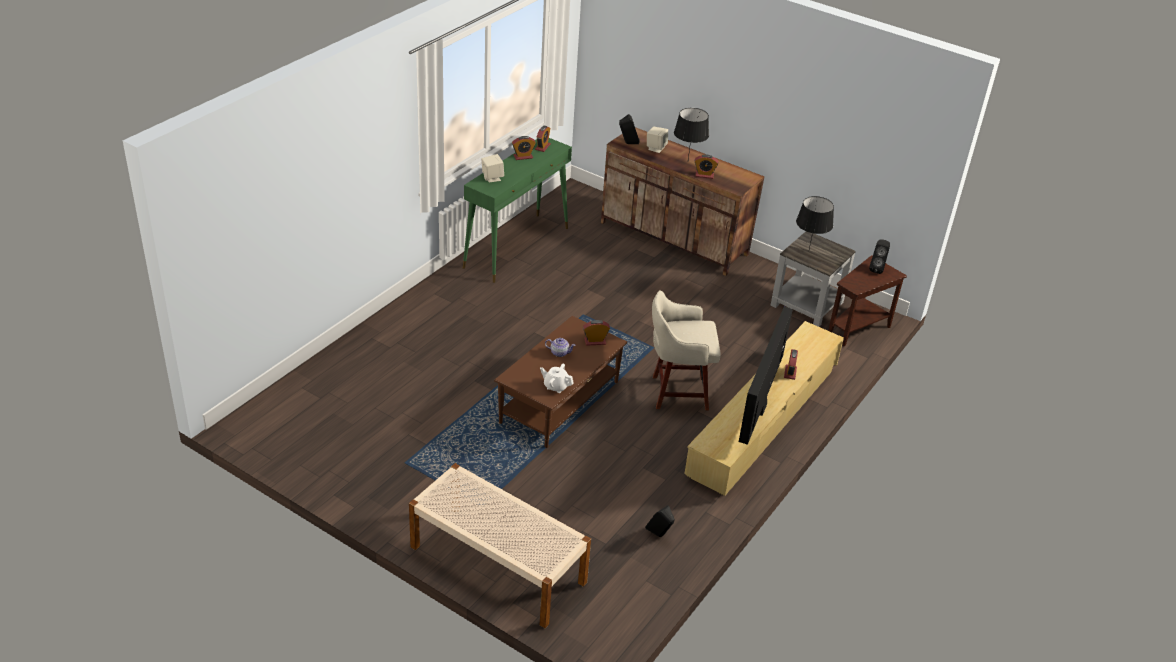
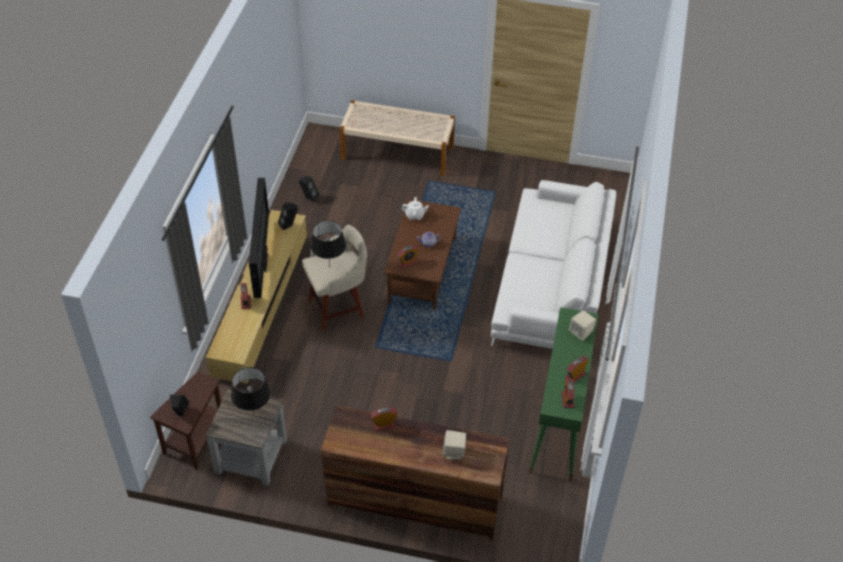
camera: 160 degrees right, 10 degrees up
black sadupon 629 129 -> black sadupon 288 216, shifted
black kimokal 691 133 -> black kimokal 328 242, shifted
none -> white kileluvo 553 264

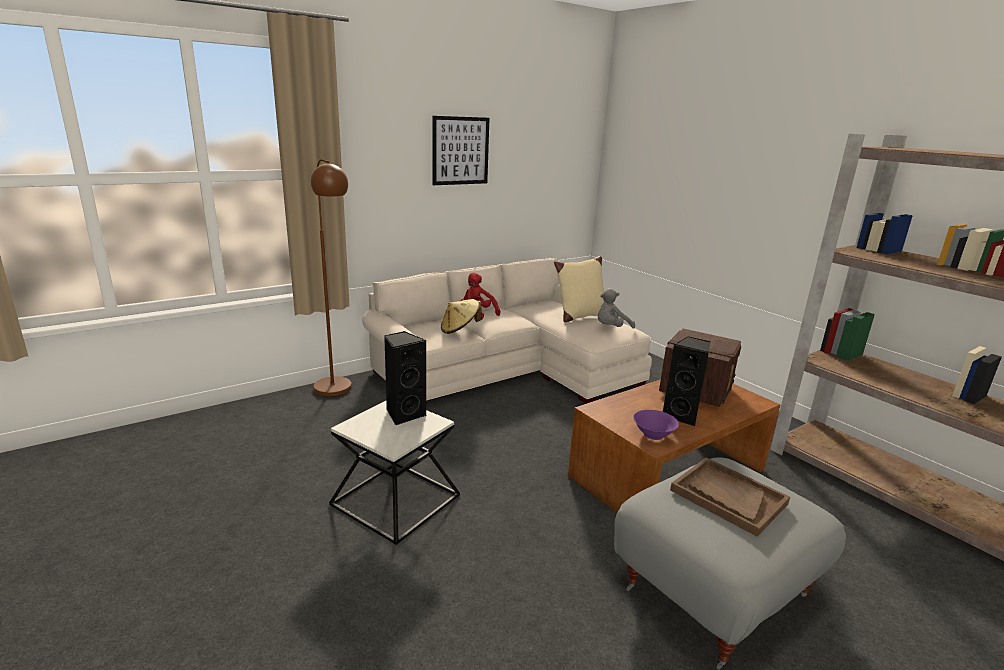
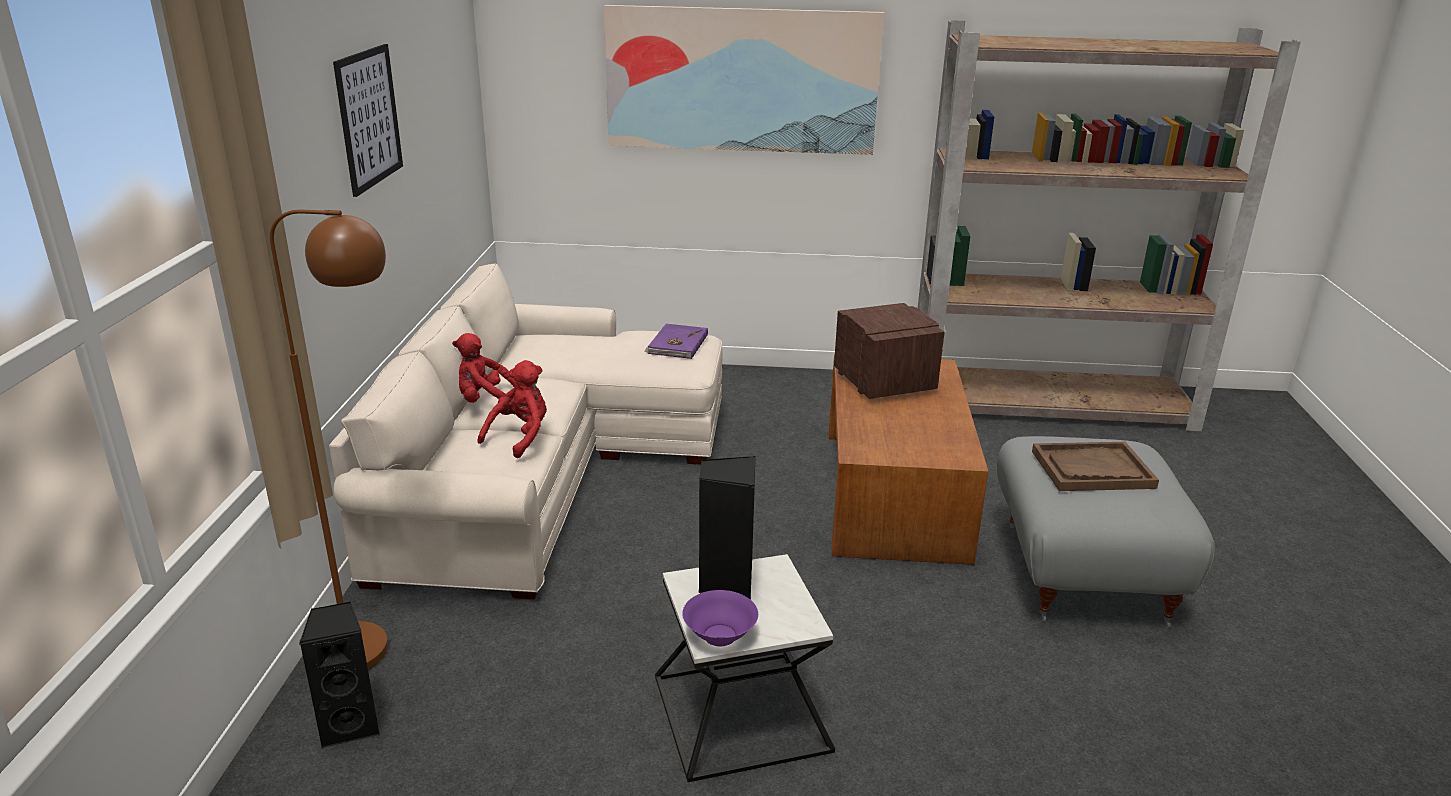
camera: 50 degrees left, 5 degrees up
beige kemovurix 461 316 -> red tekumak 512 409
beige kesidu 579 289 -> none
grey tekumak 616 308 -> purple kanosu 676 341
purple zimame 656 425 -> purple zimame 720 618, shifted
black sadupon 686 381 -> black sadupon 339 675, shifted
none -> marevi 744 80

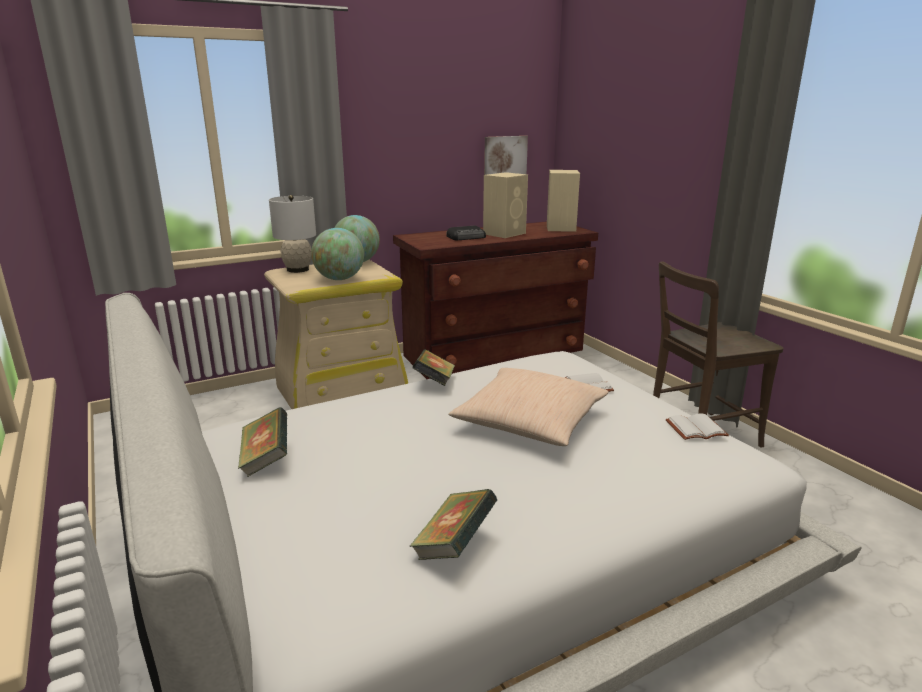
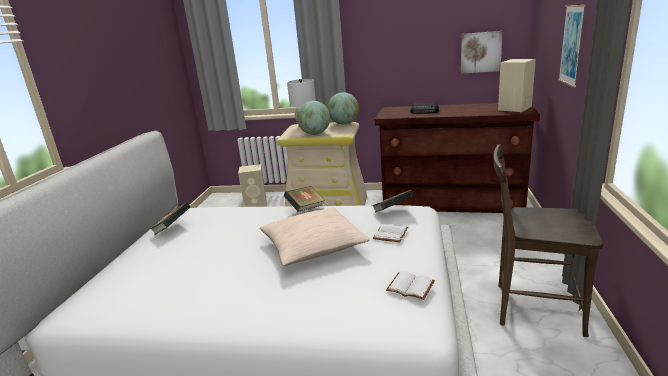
camera: 40 degrees right, 0 degrees up
kanosu 453 524 -> kanosu 393 201, shifted
beige sadupon 505 205 -> beige sadupon 252 185, shifted
none -> marevi 572 46

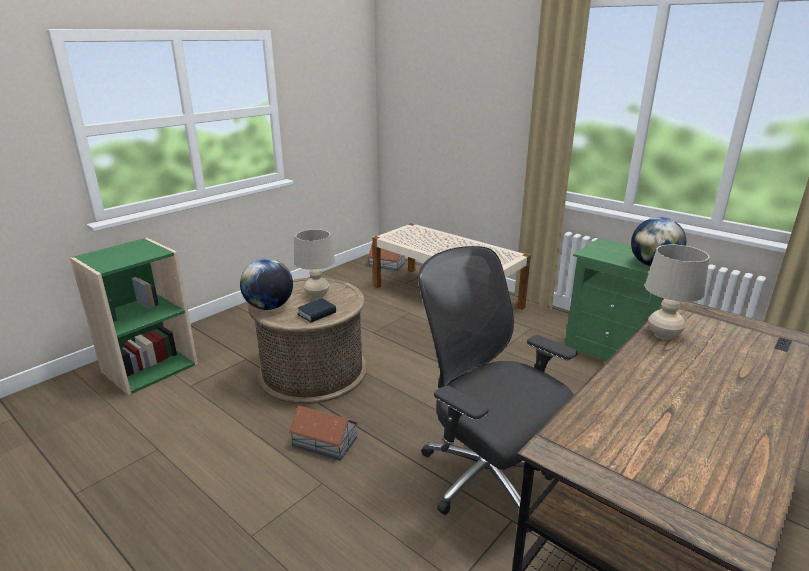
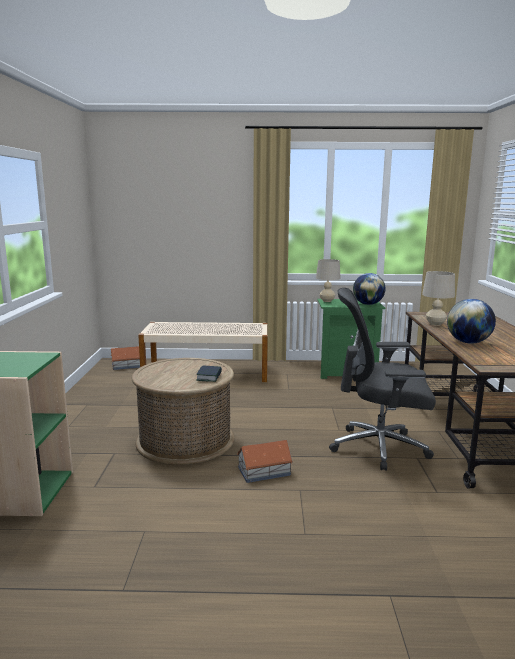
camera: 40 degrees left, 10 degrees down
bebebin 266 284 -> bebebin 471 321, shifted
beige kimokal 315 264 -> beige kimokal 328 280, shifted

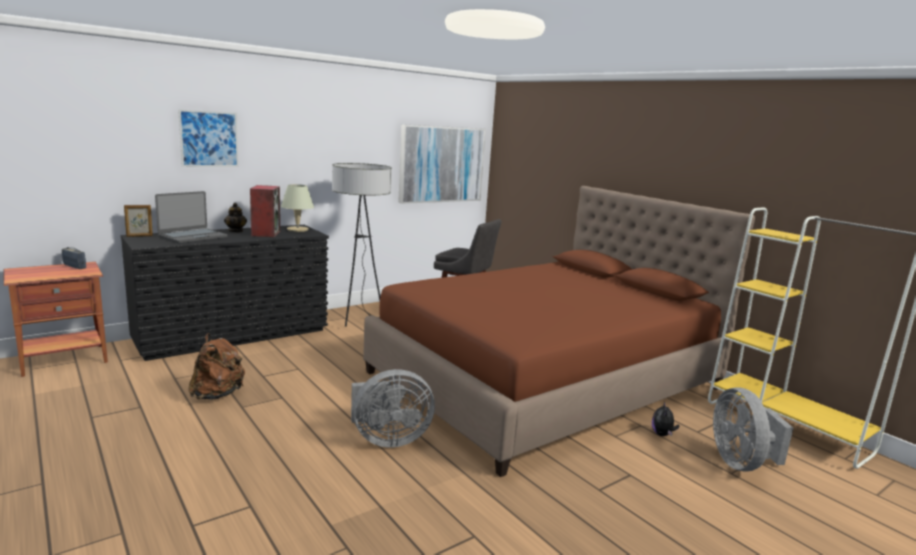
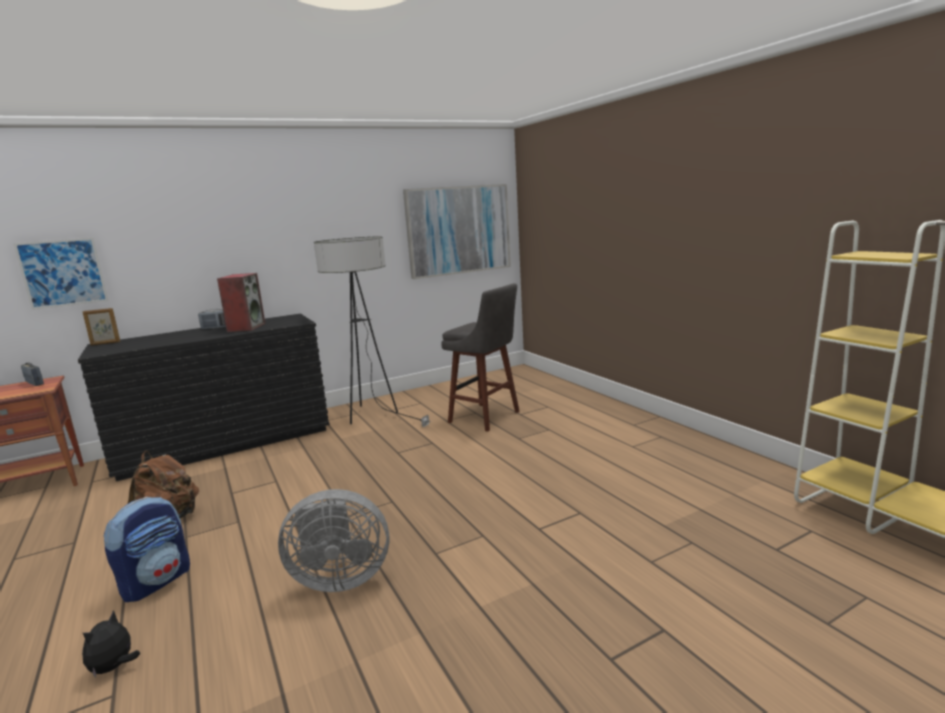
camera: 10 degrees right, 0 degrees up
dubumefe 191 217 -> none
marevi 208 138 -> marevi 61 274, shifted
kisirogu 235 217 -> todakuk 212 319
beige kimokal 297 208 -> none
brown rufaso 559 331 -> none
tekumak 666 419 -> tekumak 111 644, shifted
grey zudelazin 753 429 -> none
none -> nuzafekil 147 549

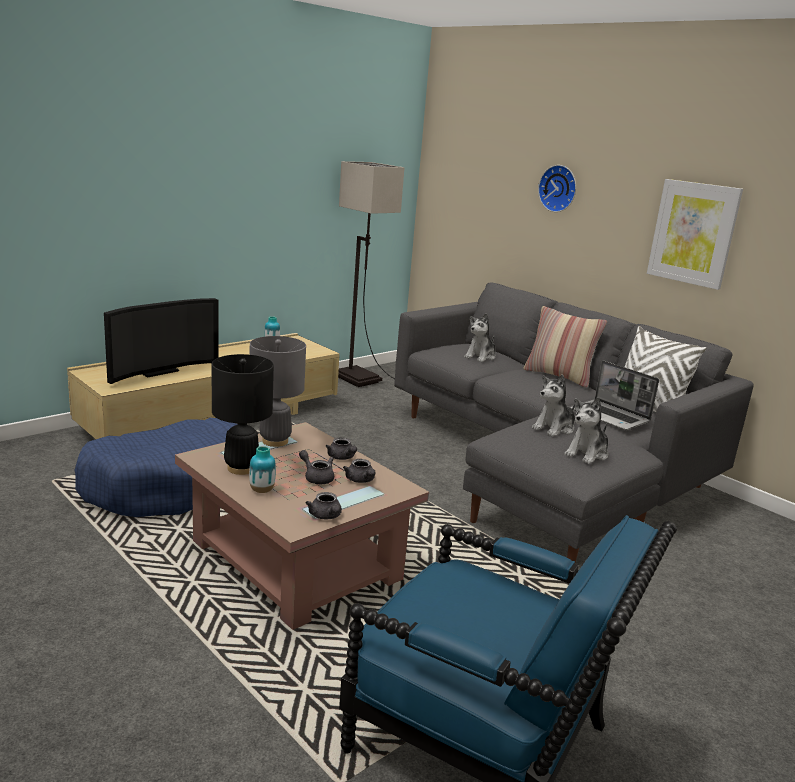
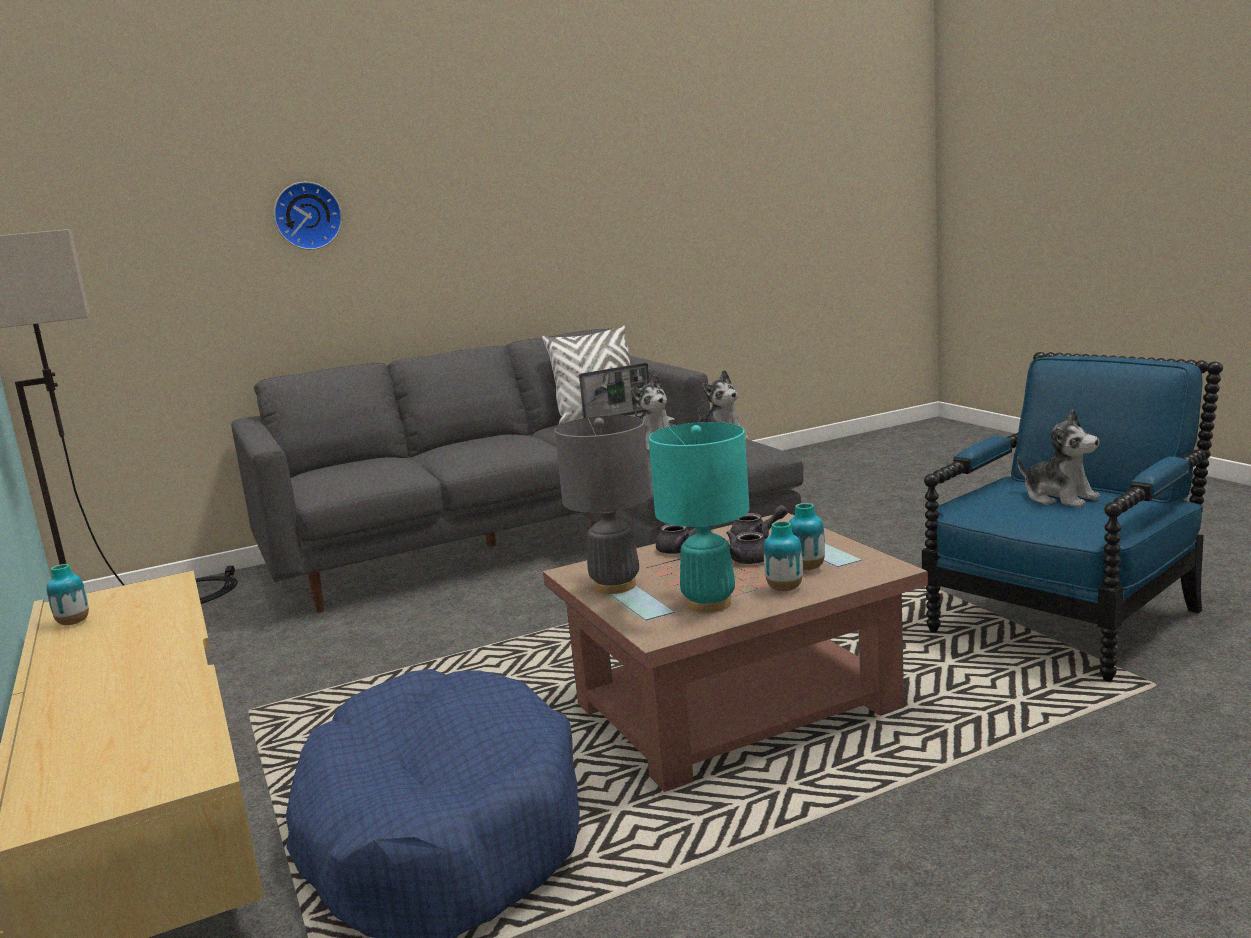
camera: 70 degrees left, 5 degrees down
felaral 161 341 -> none
black kimokal 243 414 -> turquoise kimokal 698 517
grey kisirogu 324 505 -> none
tekumak 480 337 -> tekumak 1058 459, shifted
kesidu 565 347 -> none
marevi 695 234 -> none
none -> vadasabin 807 536

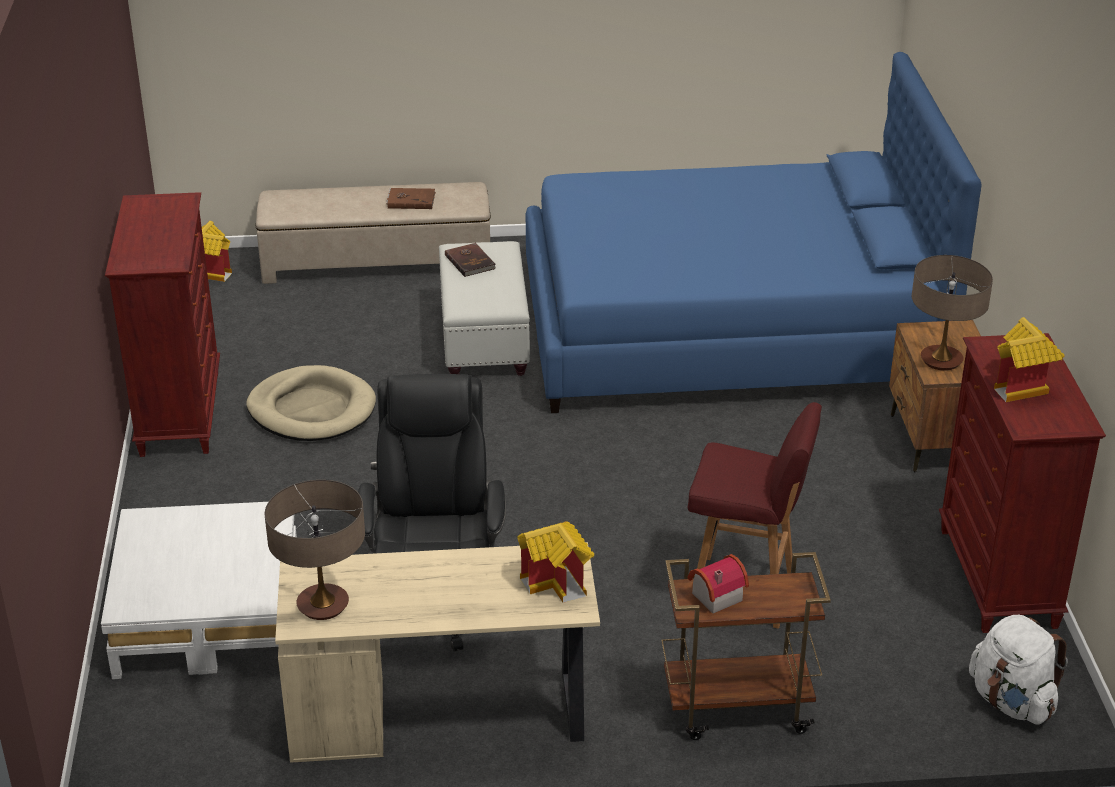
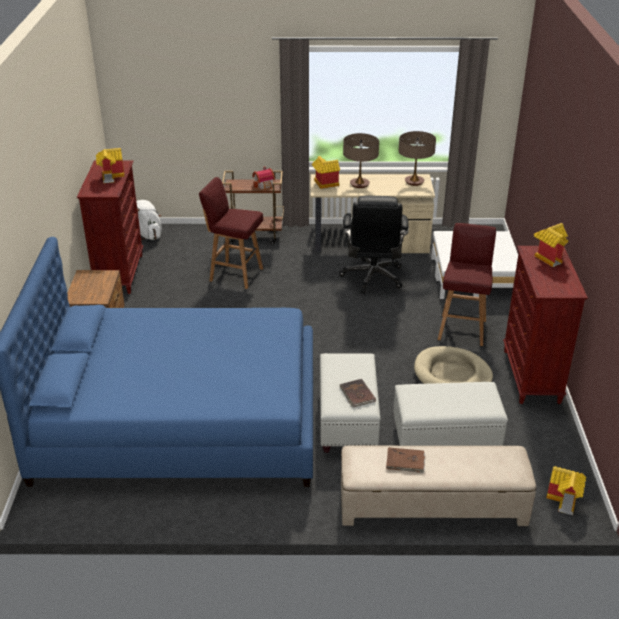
camera: 175 degrees left, 0 degrees up
kimokal 952 313 -> kimokal 361 160, shifted
none -> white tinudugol 450 414
none -> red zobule 467 284
none -> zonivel 551 245

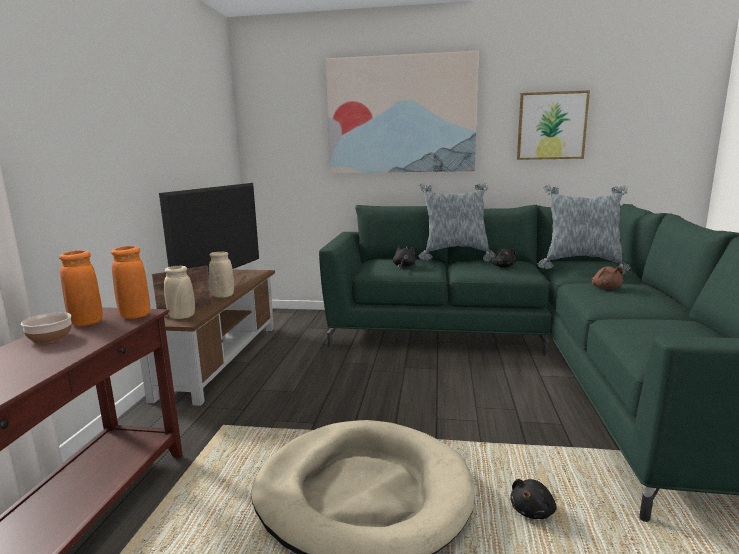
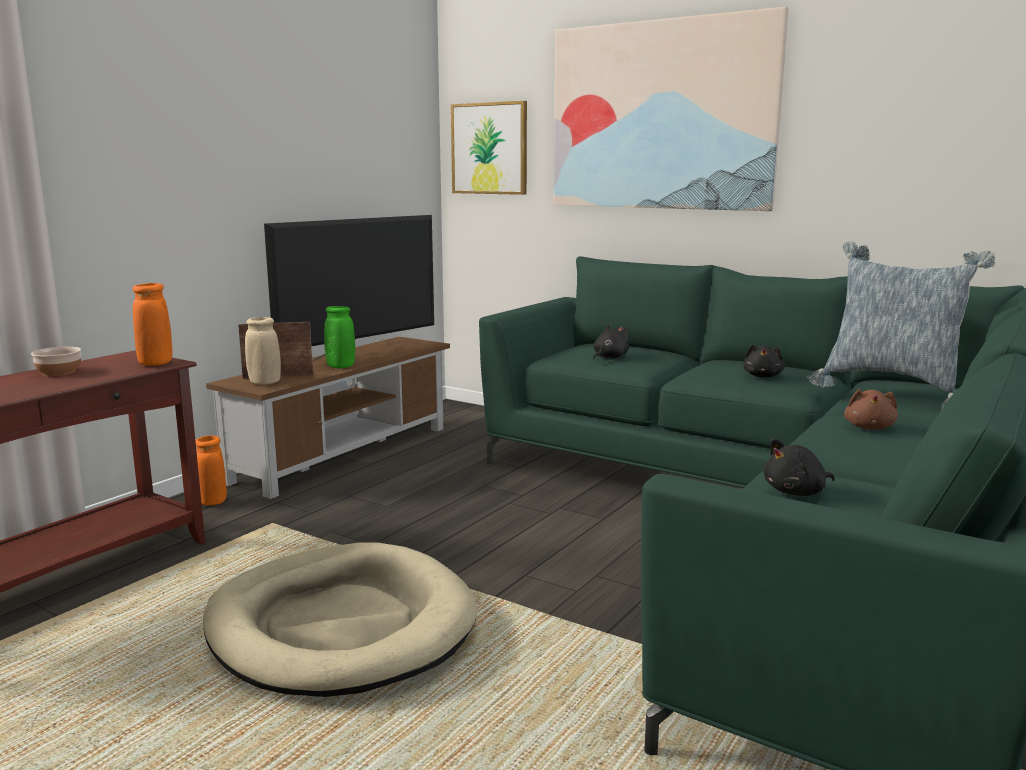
camera: 25 degrees right, 0 degrees up
orange vadasabin 81 288 -> orange vadasabin 211 470, shifted
beige vadasabin 221 275 -> green vadasabin 339 337
kesidu 456 222 -> none
black tekumak 533 499 -> black tekumak 799 467, shifted
marevi 553 125 -> marevi 489 148, shifted

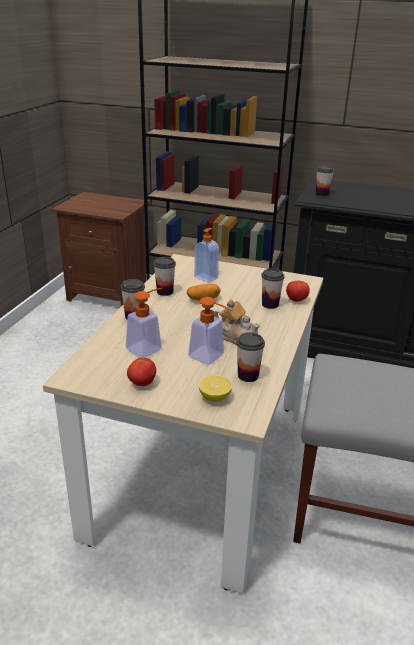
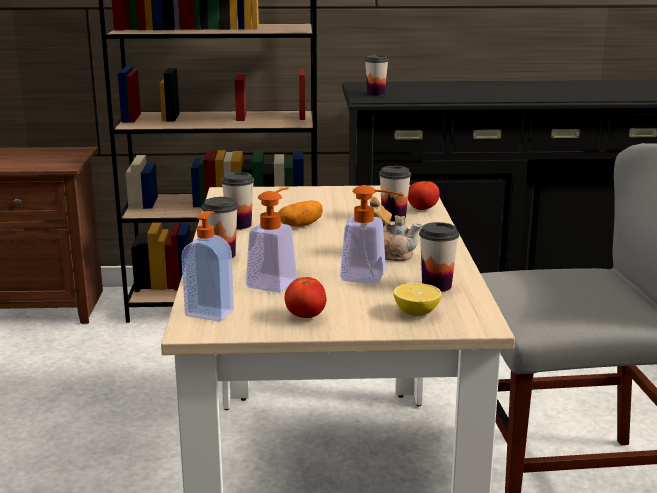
camera: 20 degrees left, 10 degrees down
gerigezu 206 255 -> gerigezu 207 266, shifted

